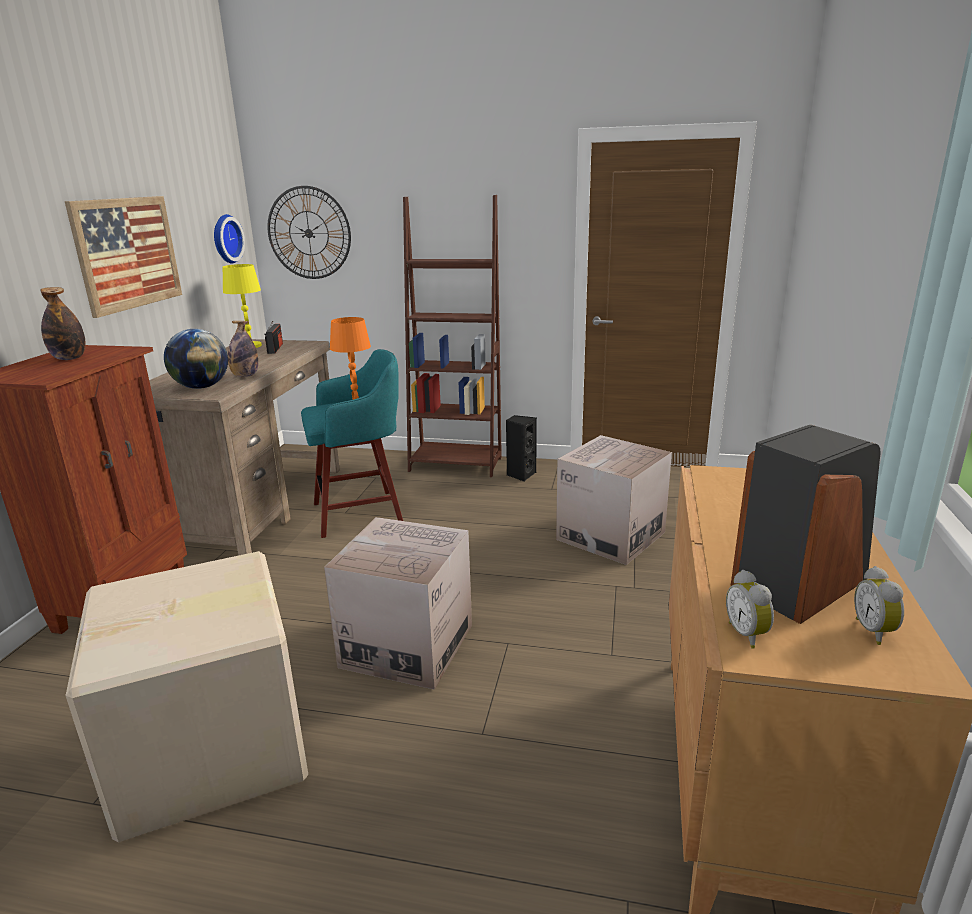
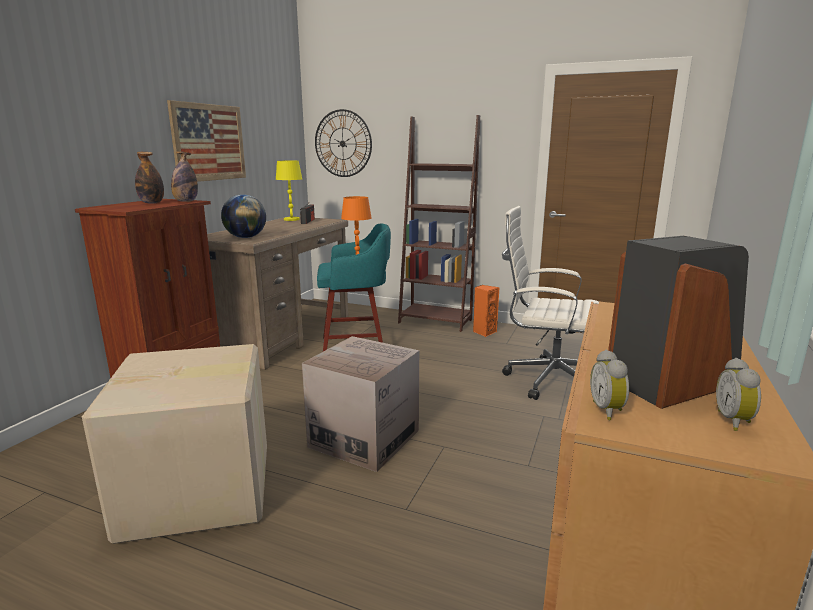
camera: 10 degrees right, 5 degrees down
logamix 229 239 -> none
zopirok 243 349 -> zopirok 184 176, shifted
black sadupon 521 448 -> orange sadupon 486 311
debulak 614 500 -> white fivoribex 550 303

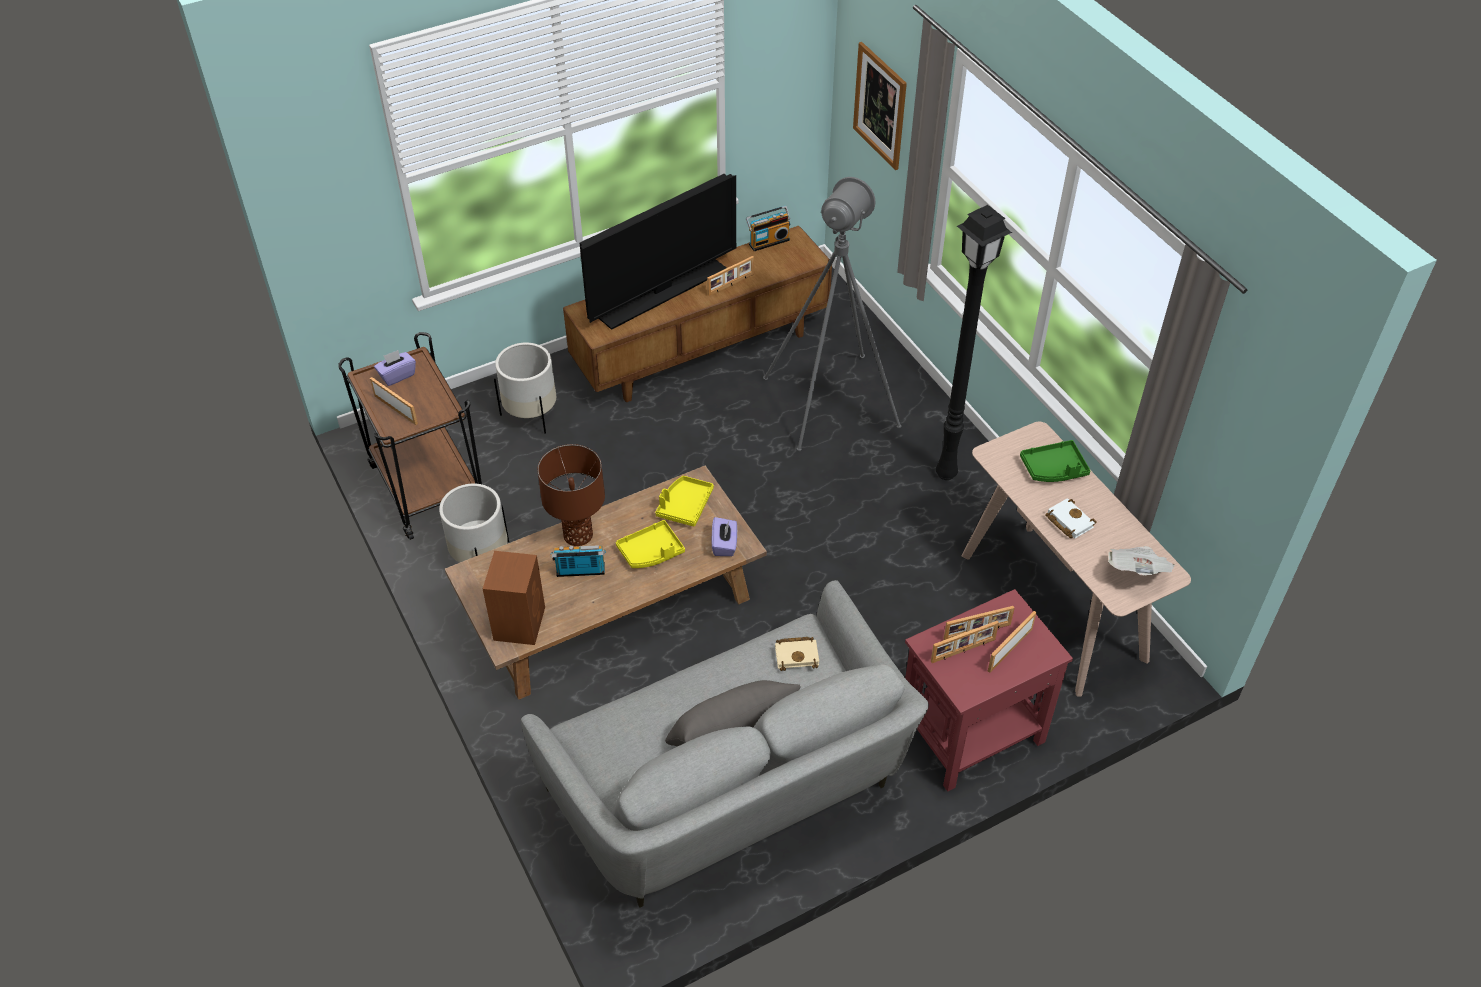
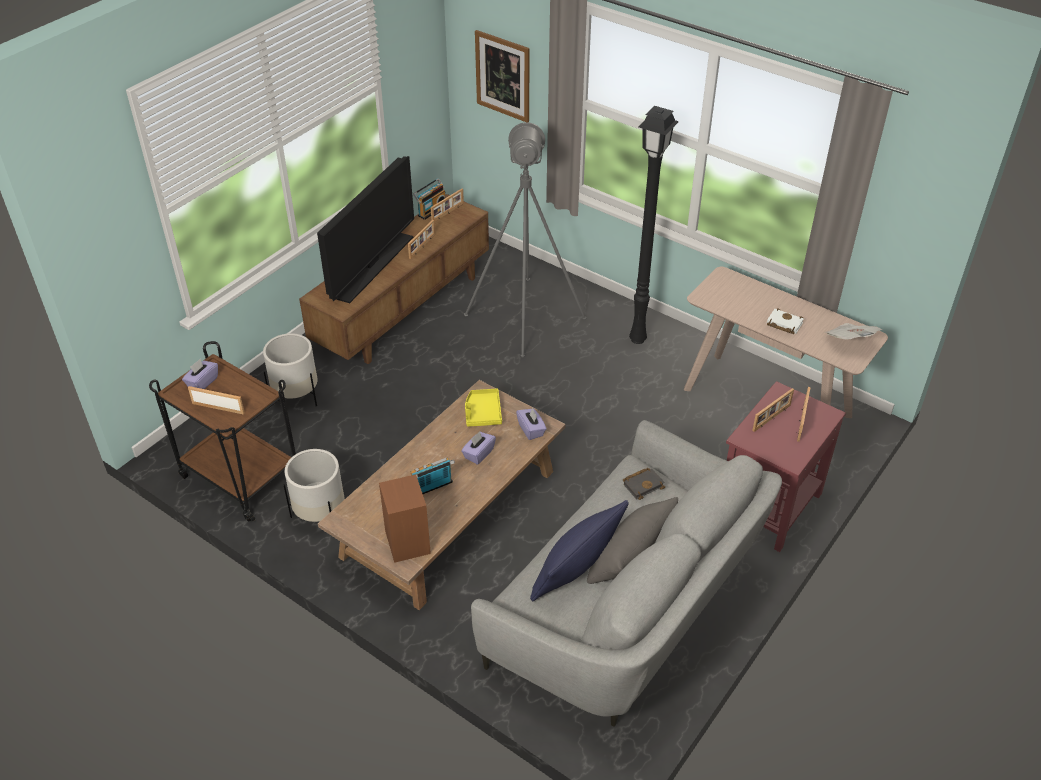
camera: 25 degrees left, 5 degrees down
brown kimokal 571 495 -> none
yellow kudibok 650 544 -> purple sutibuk 478 448
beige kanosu 797 654 -> black kanosu 644 484
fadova 965 642 -> fadova 447 205, shifted
green kudibok 1055 461 -> none
none -> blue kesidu 579 551

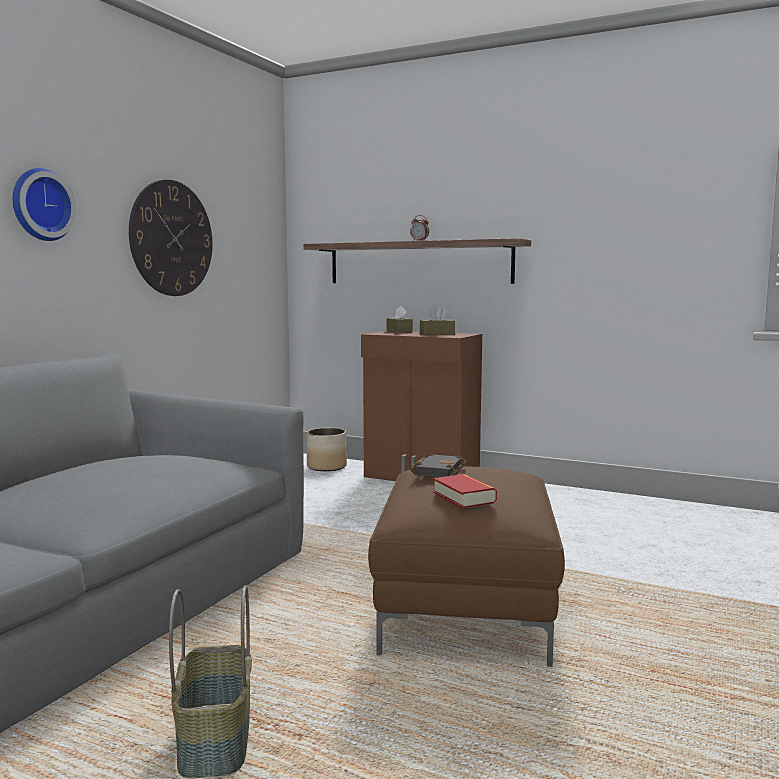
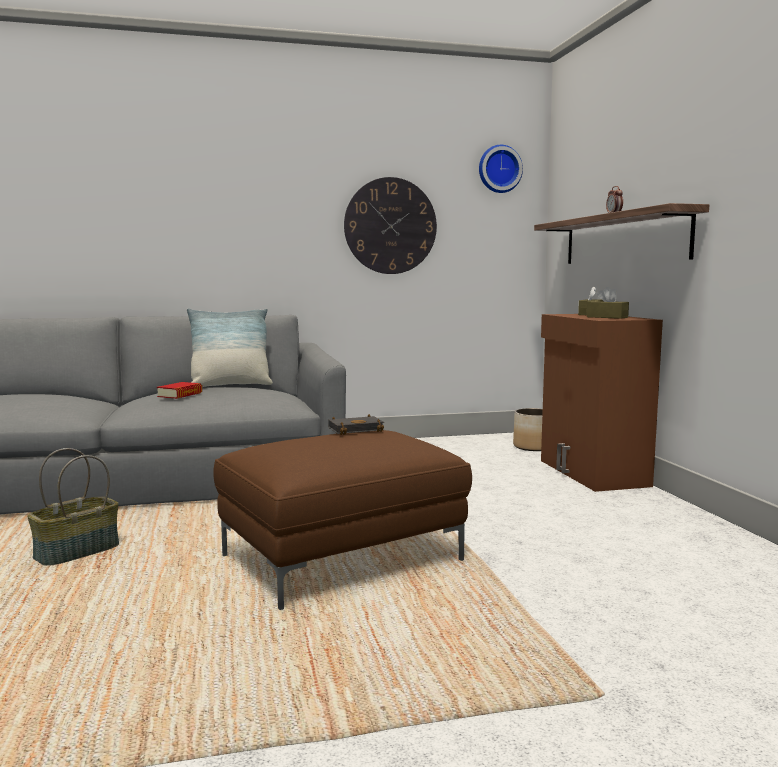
camera: 50 degrees right, 0 degrees up
logamix 44 204 -> logamix 501 169, shifted
kanosu 465 491 -> kanosu 179 390, shifted
none -> kesidu 230 347

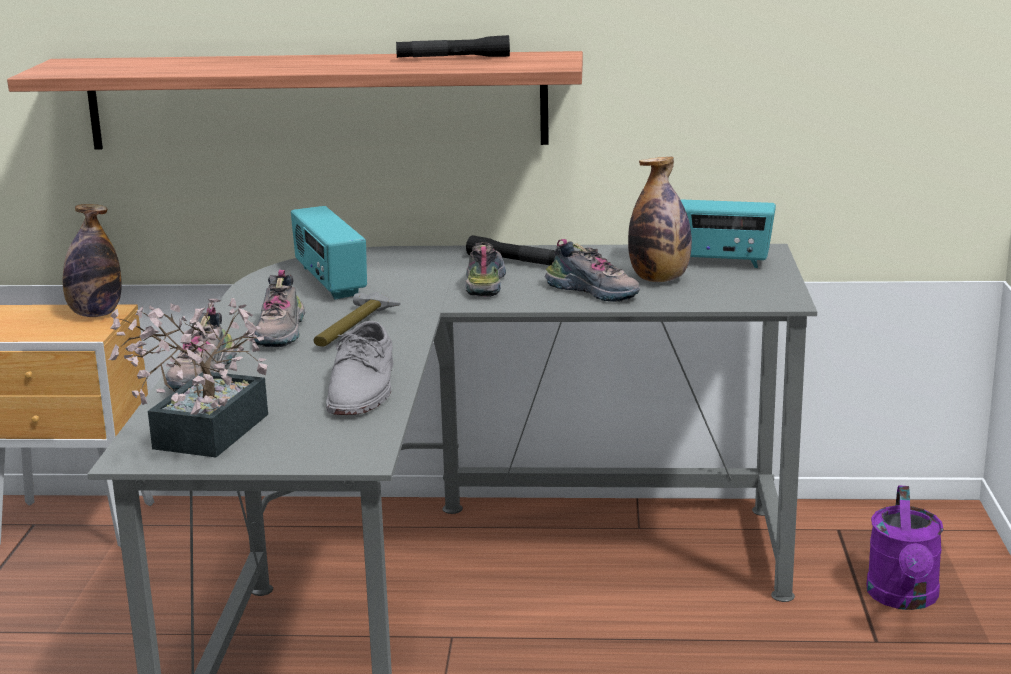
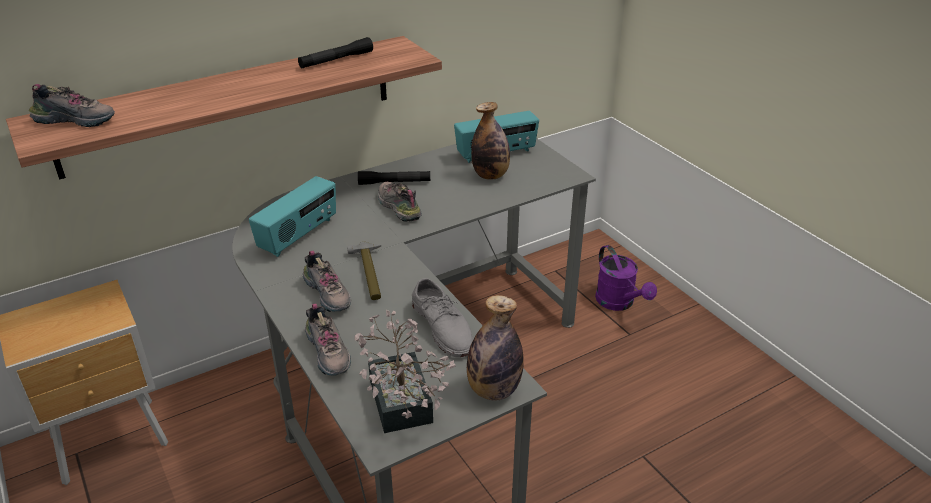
camera: 35 degrees left, 15 degrees up
zopirok 92 260 -> zopirok 495 347, shifted
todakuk 329 253 -> todakuk 292 216, 90 degrees counterclockwise
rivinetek 592 270 -> rivinetek 71 105, shifted

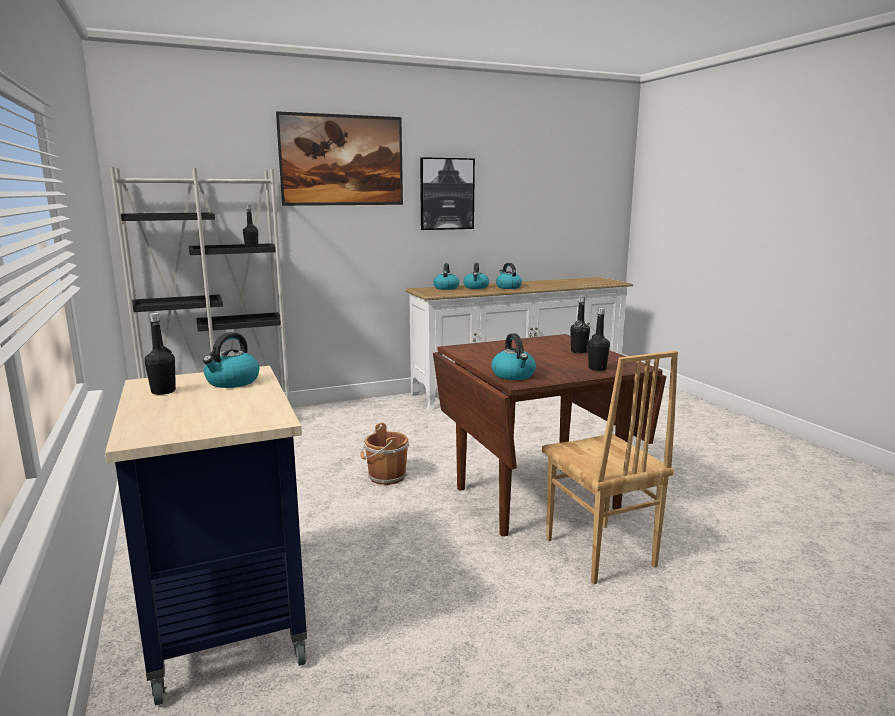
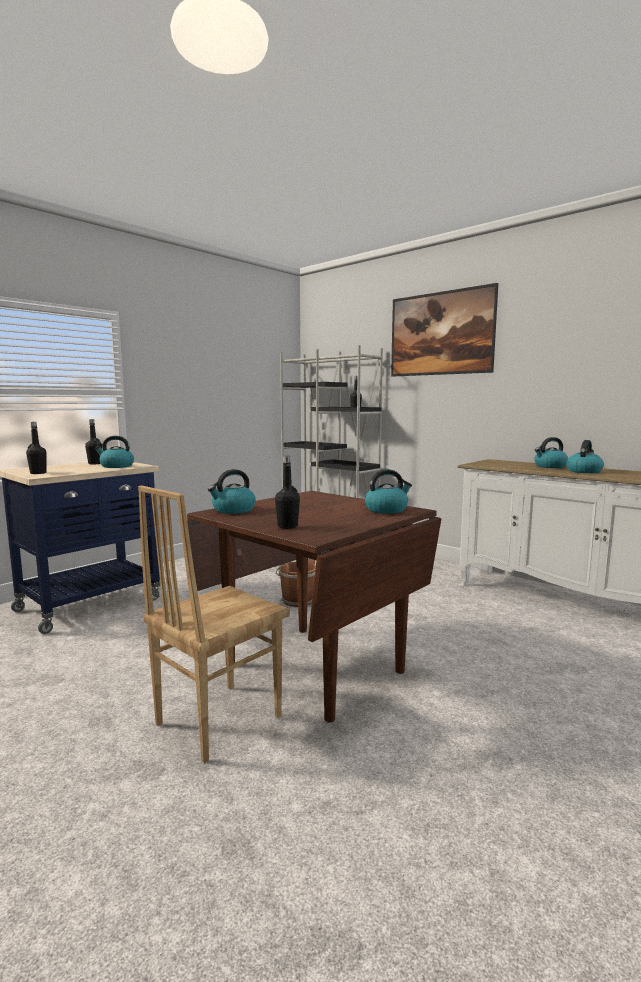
camera: 65 degrees right, 5 degrees down
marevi 447 193 -> none
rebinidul 446 276 -> rebinidul 388 491, shifted
black zopirok 580 324 -> black zopirok 36 448, shifted

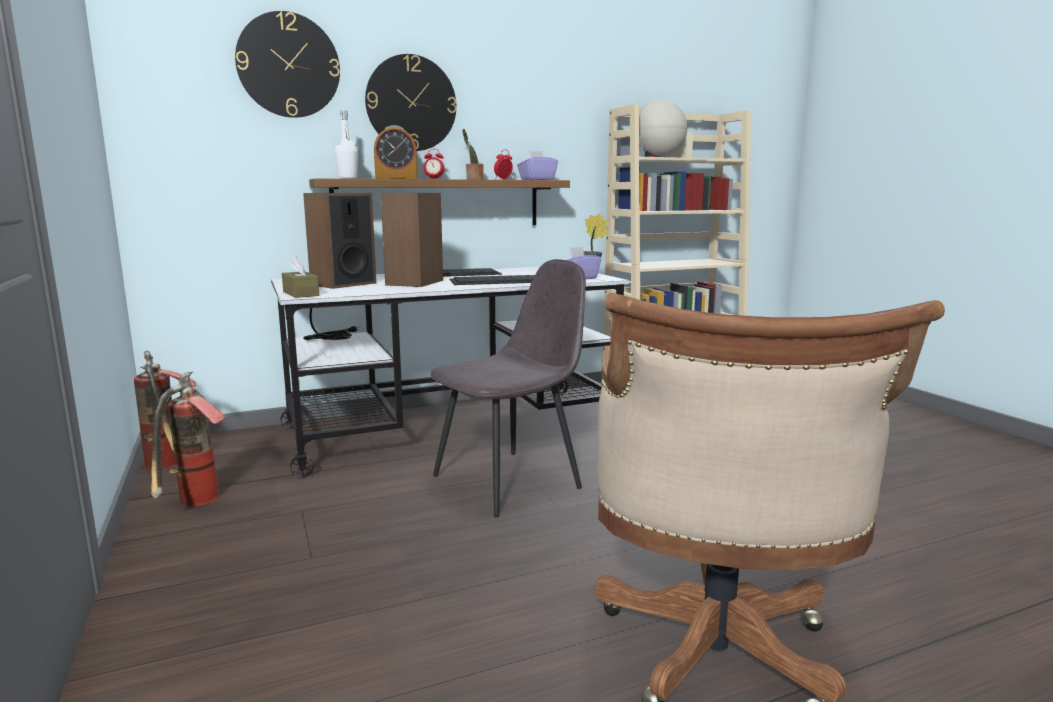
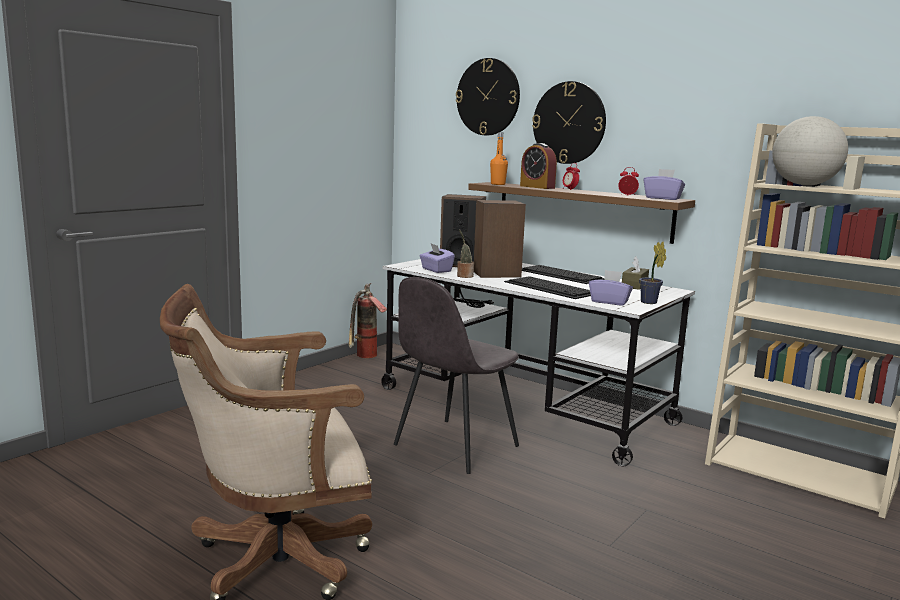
camera: 60 degrees right, 0 degrees up
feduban 188 439 -> none
brown sutibuk 300 276 -> brown sutibuk 635 273, shifted
white zopirok 346 145 -> orange zopirok 499 158
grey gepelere 508 388 -> grey gepelere 456 375, 105 degrees clockwise
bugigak 473 154 -> bugigak 465 253, shifted
none -> purple sutibuk 437 258

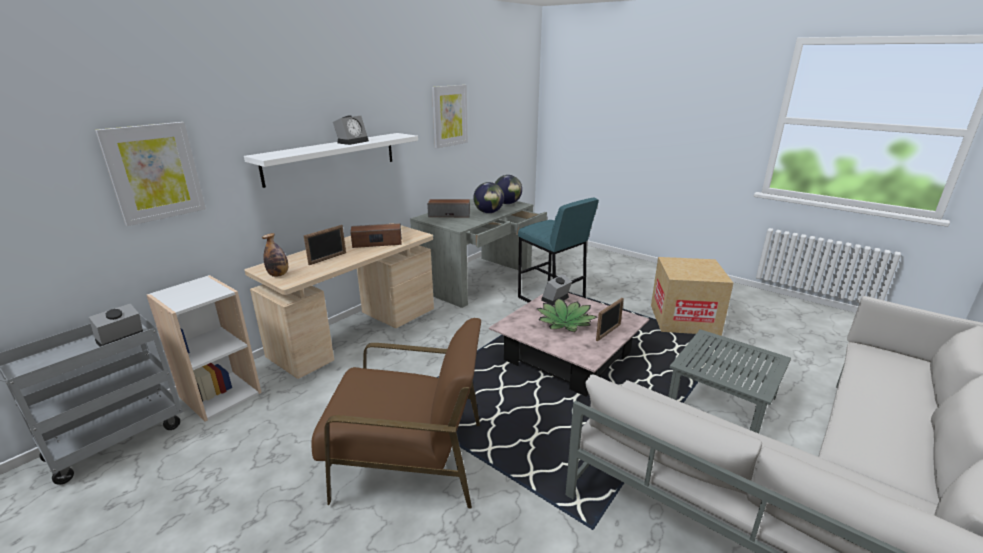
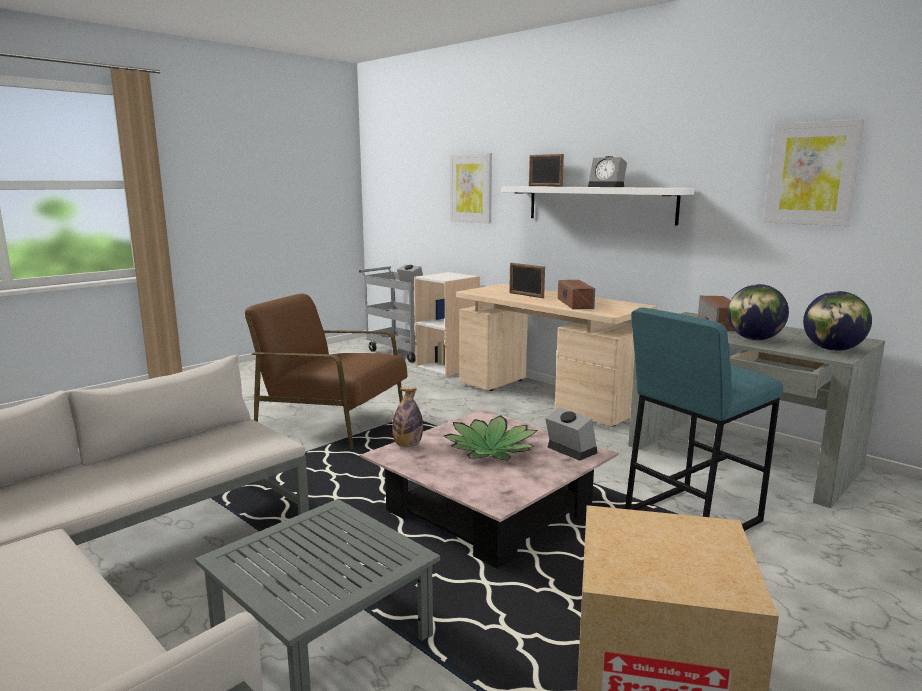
camera: 95 degrees right, 10 degrees down
zopirok 275 255 -> zopirok 407 417, shifted
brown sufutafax 396 413 -> brown sufutafax 326 372, 105 degrees clockwise
fadova 610 319 -> fadova 546 170, shifted

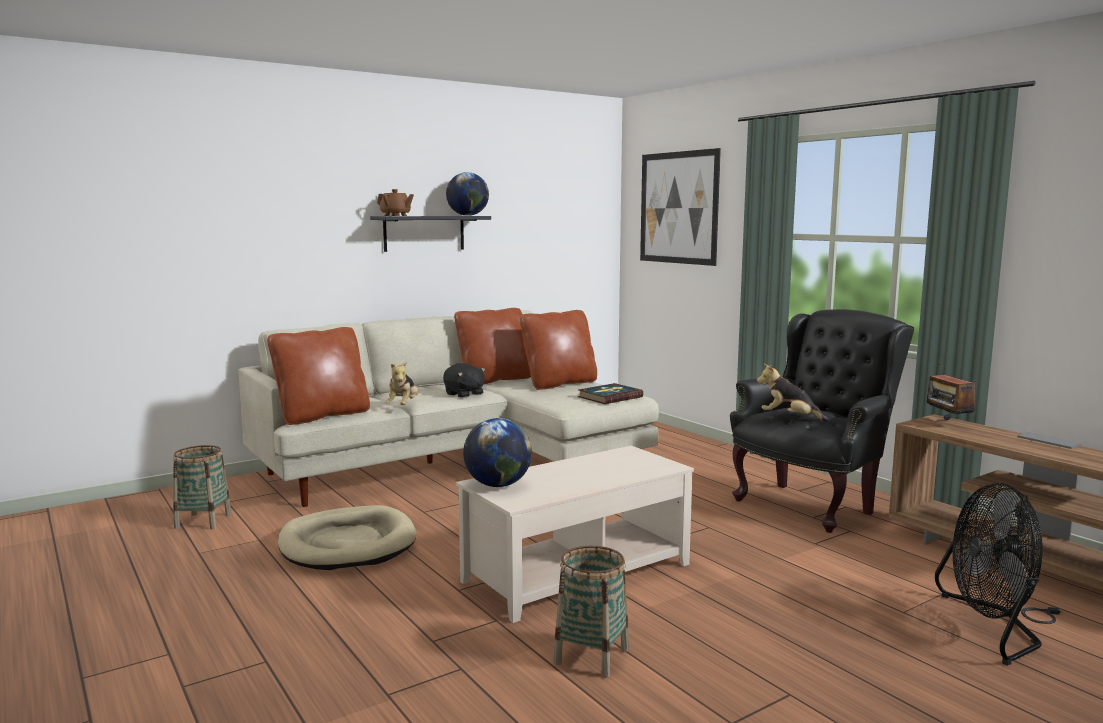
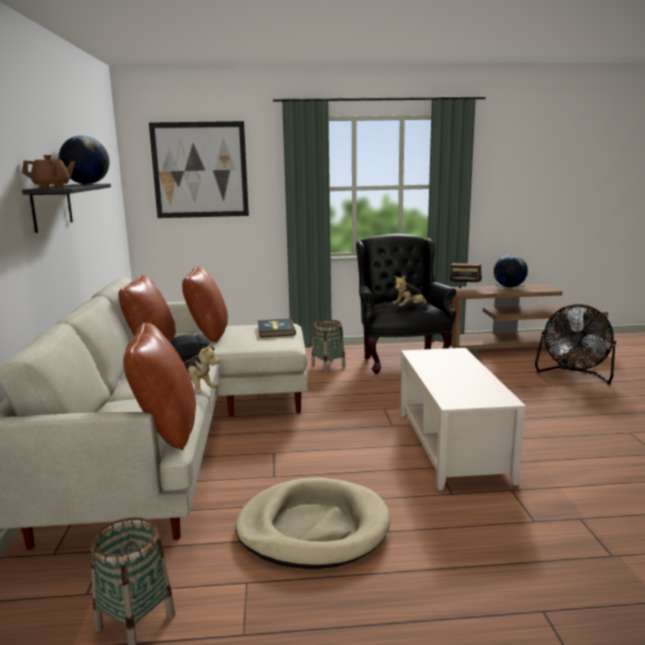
camera: 60 degrees left, 5 degrees up
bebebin 497 452 -> bebebin 511 271, shifted
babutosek 591 612 -> babutosek 328 346, shifted

